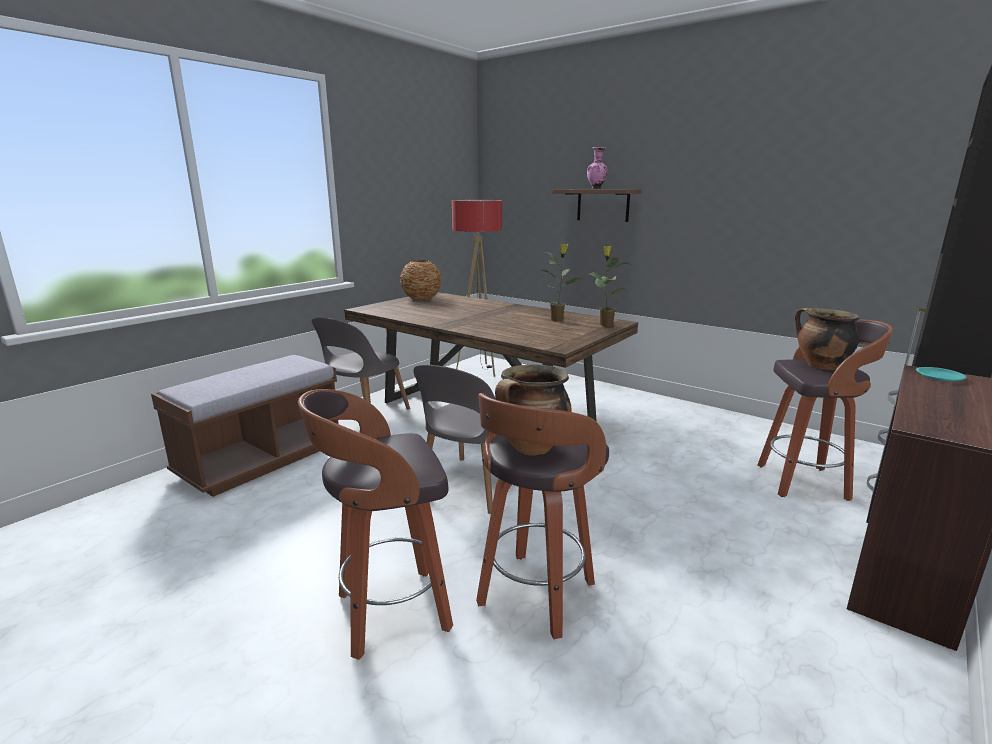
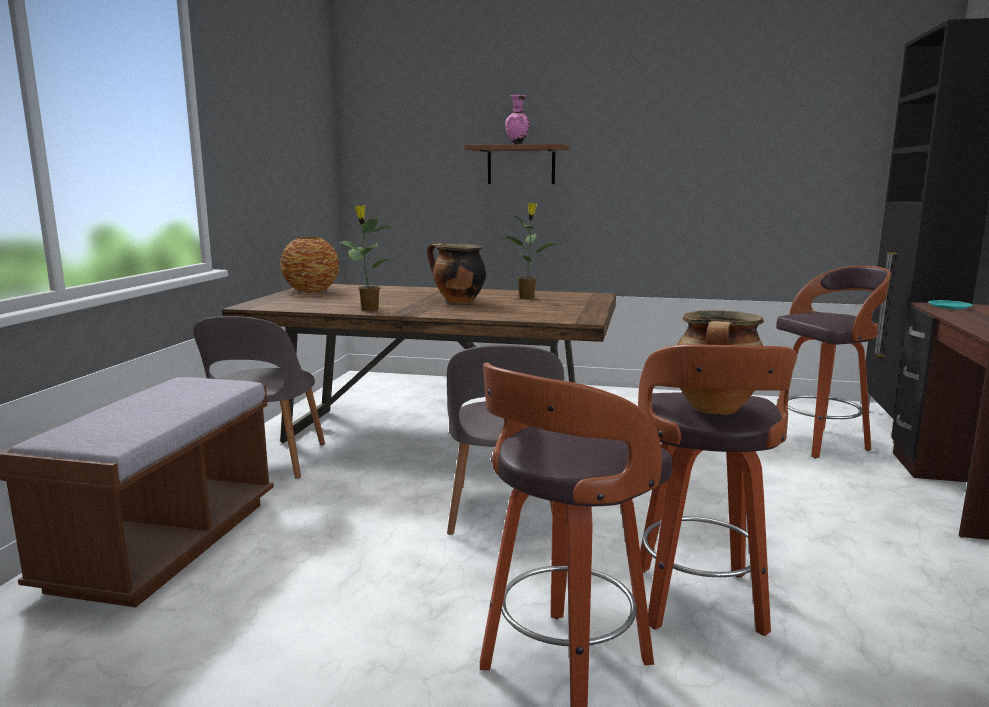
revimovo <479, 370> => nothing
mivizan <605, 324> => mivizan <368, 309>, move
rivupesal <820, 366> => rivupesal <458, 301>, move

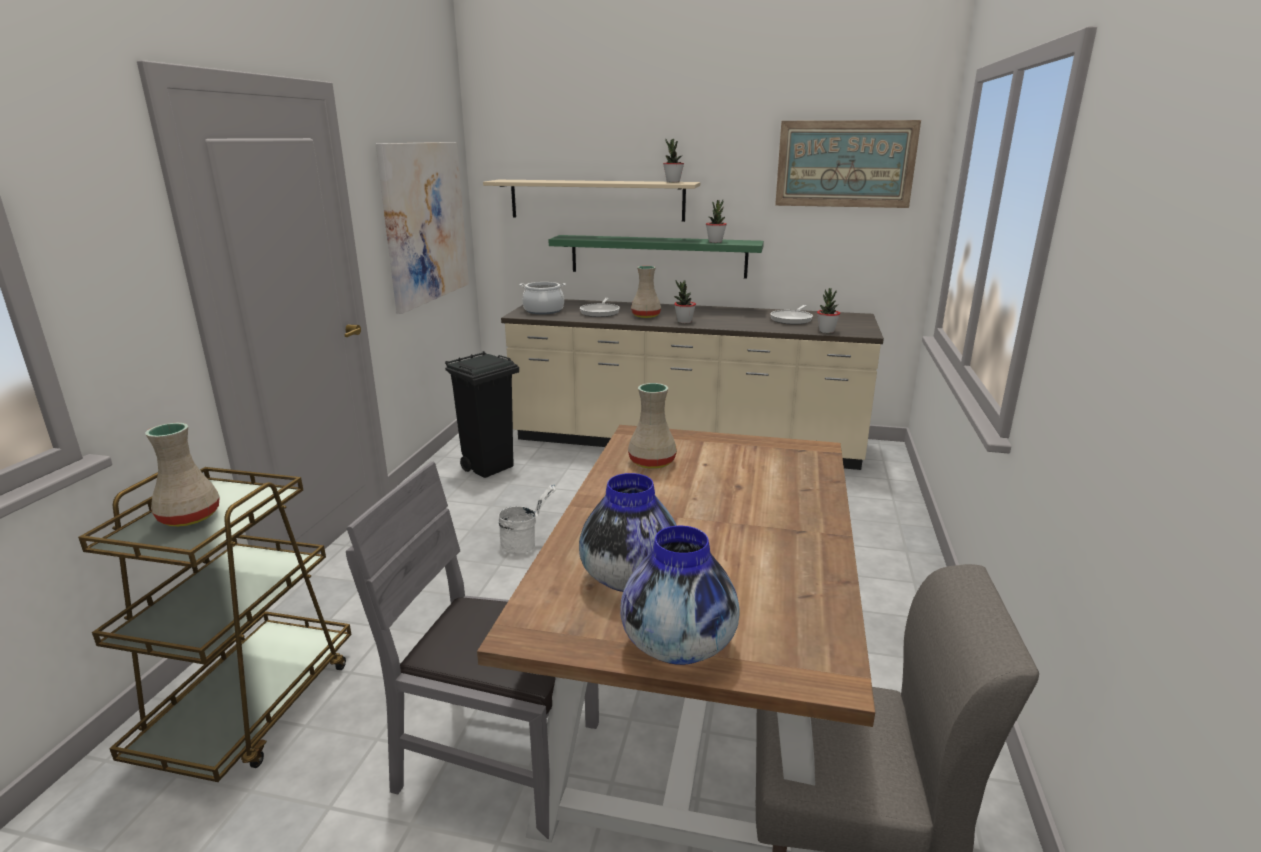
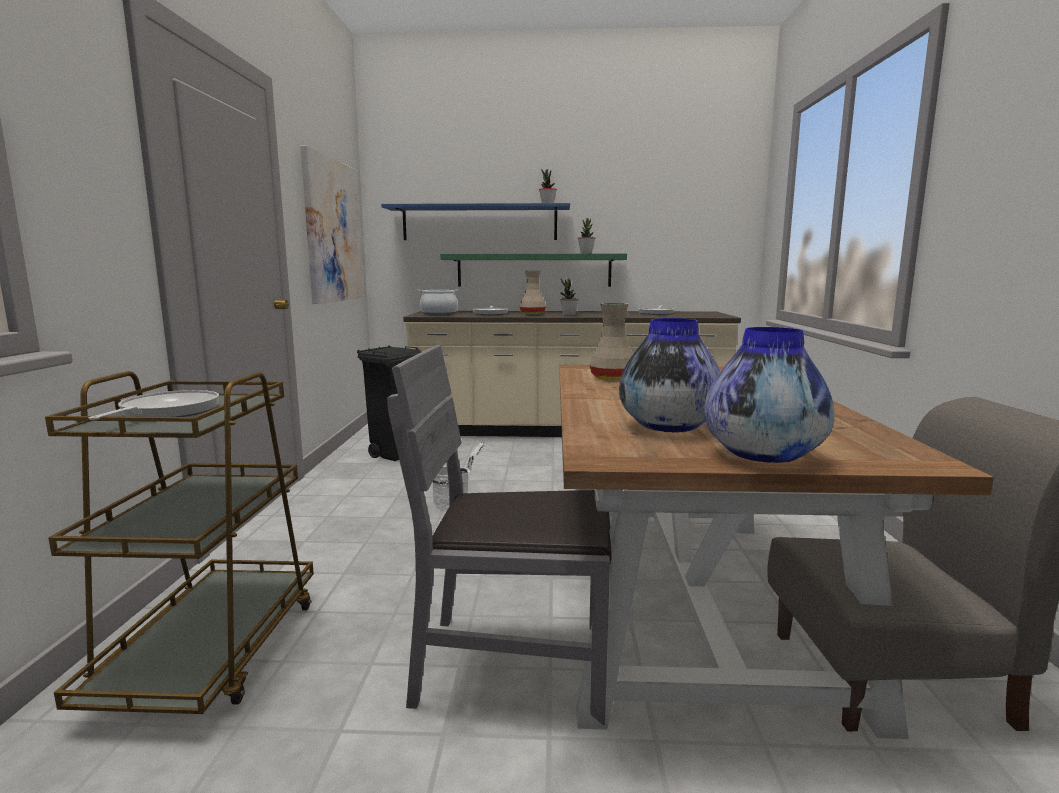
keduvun <845, 164> => nothing
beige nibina <596, 200> => blue nibina <479, 223>
mivizan <826, 331> => nothing
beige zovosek <188, 517> => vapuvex <166, 412>

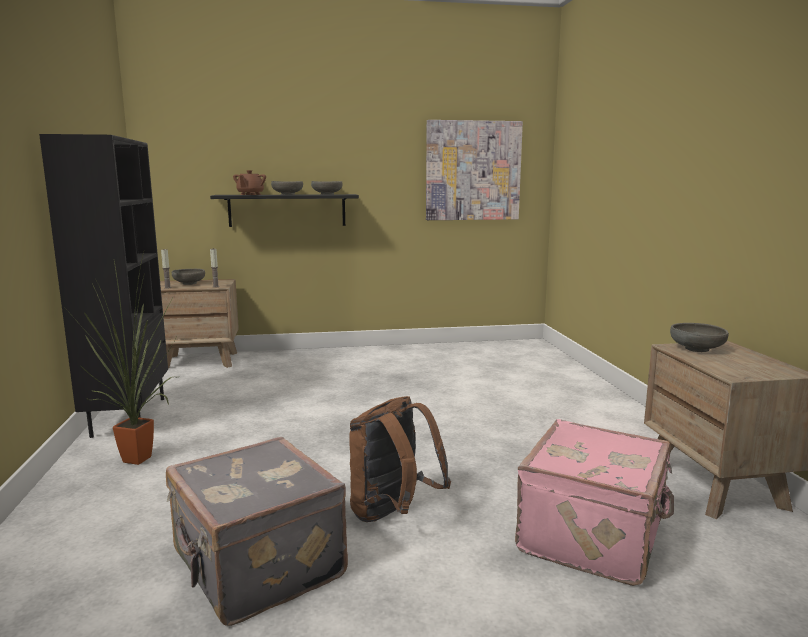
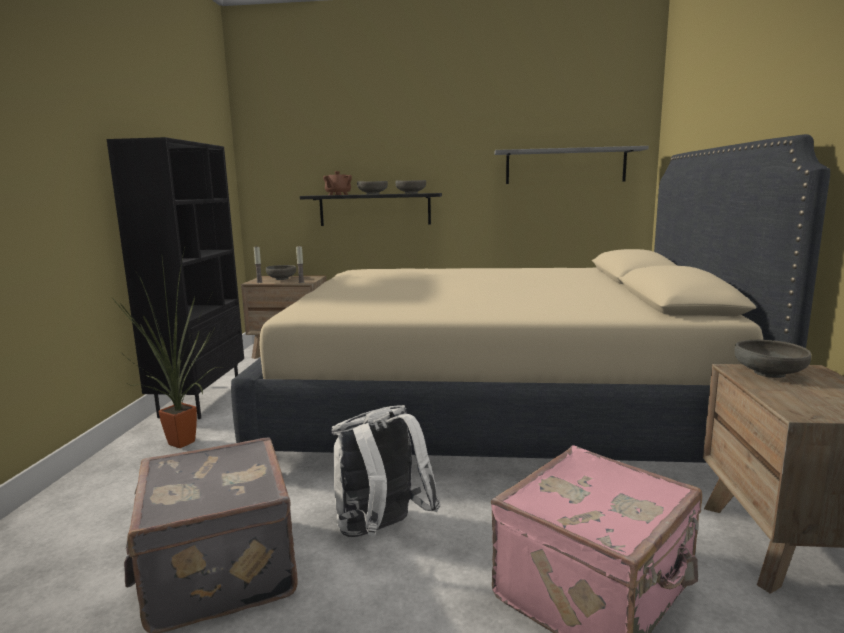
keduvun <473, 171> => grey nibina <565, 166>
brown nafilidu <392, 514> => white nafilidu <381, 531>
nothing => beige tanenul <497, 412>

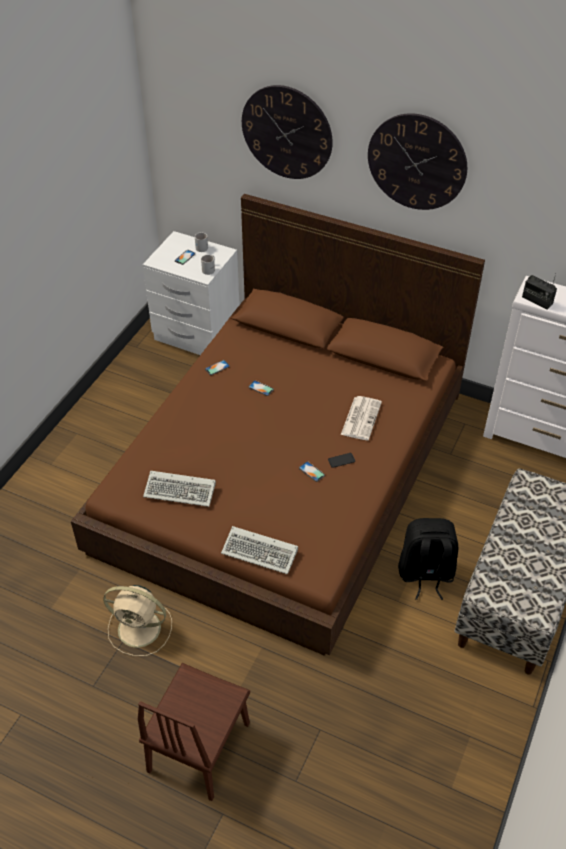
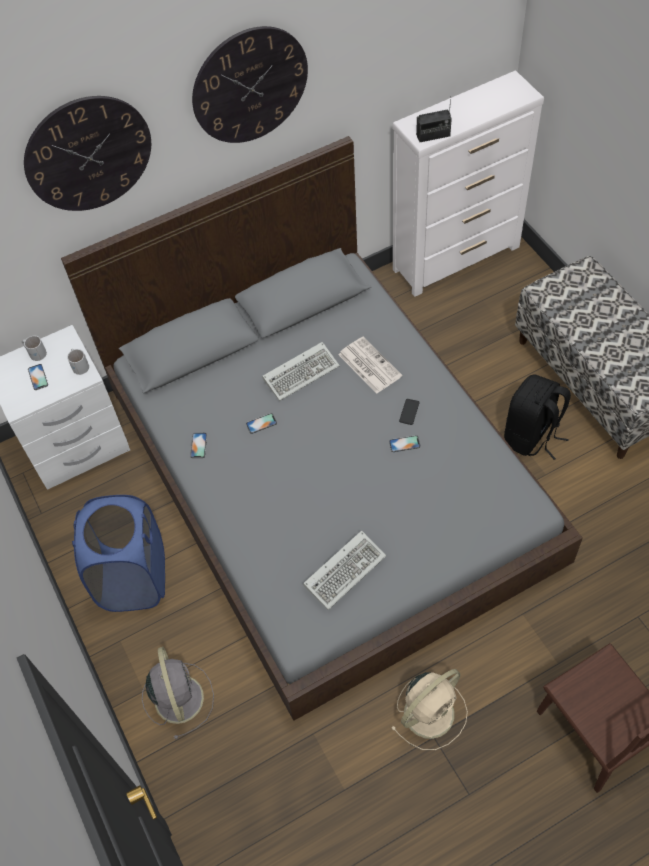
brown tanenul <284, 469> => grey tanenul <328, 473>
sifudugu <261, 552> => sifudugu <302, 372>, move
nothing => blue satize <133, 578>
nothing => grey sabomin <178, 697>

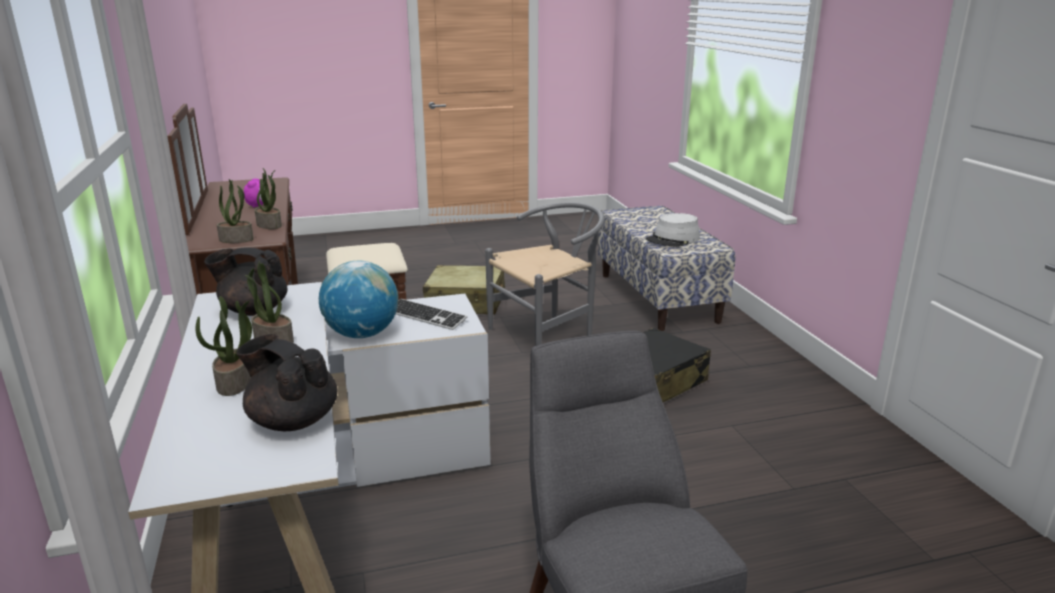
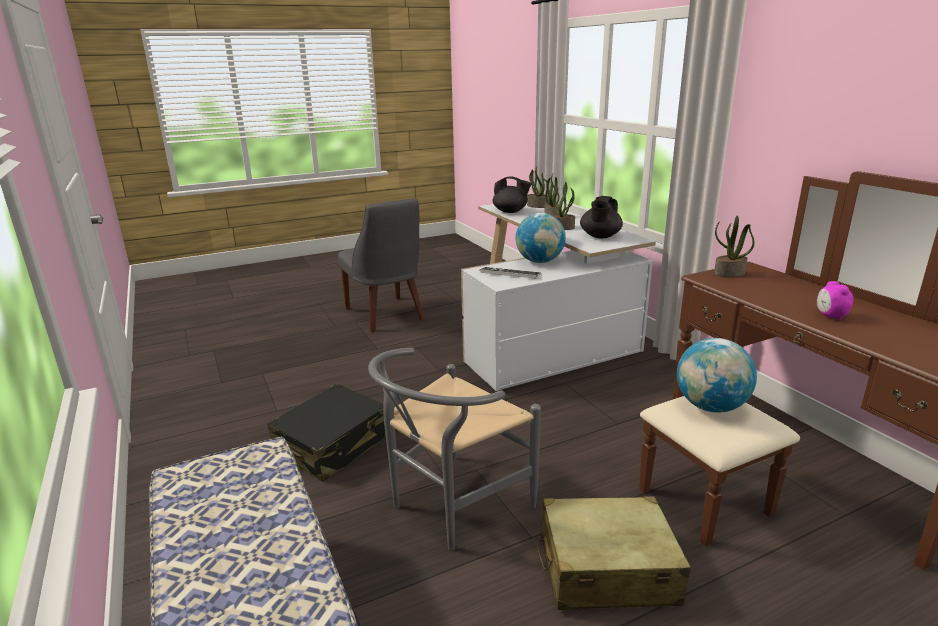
mivizan <270, 225> => mivizan <536, 206>, move
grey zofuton <673, 239> => nothing
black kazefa <253, 310> => black kazefa <600, 236>, 120 degrees clockwise
nothing => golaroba <710, 407>

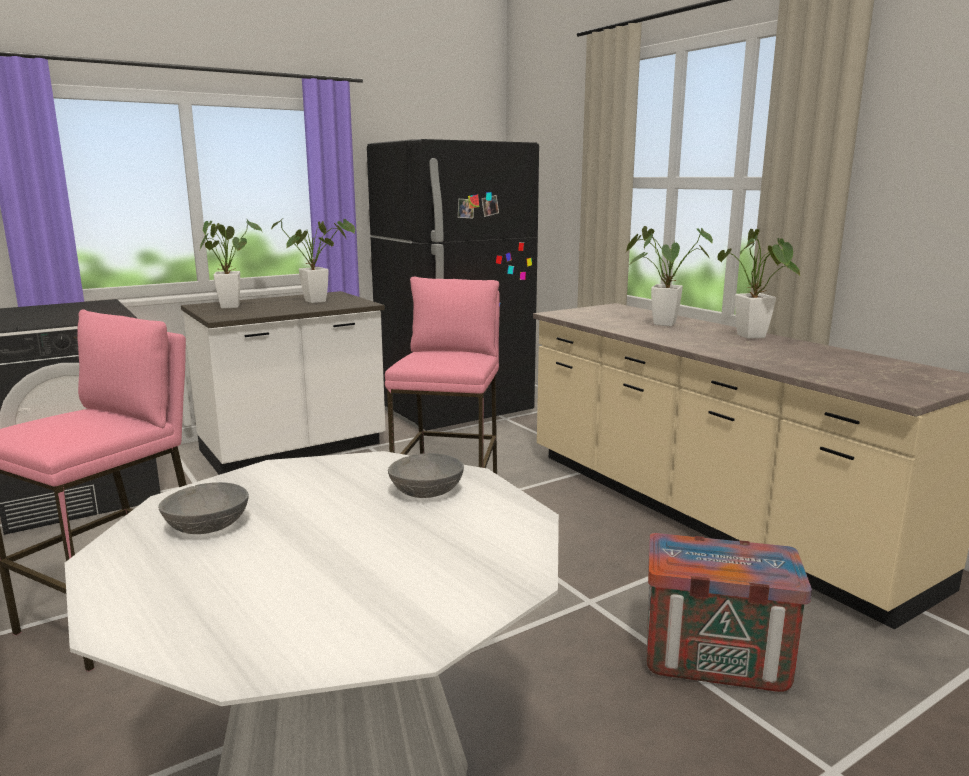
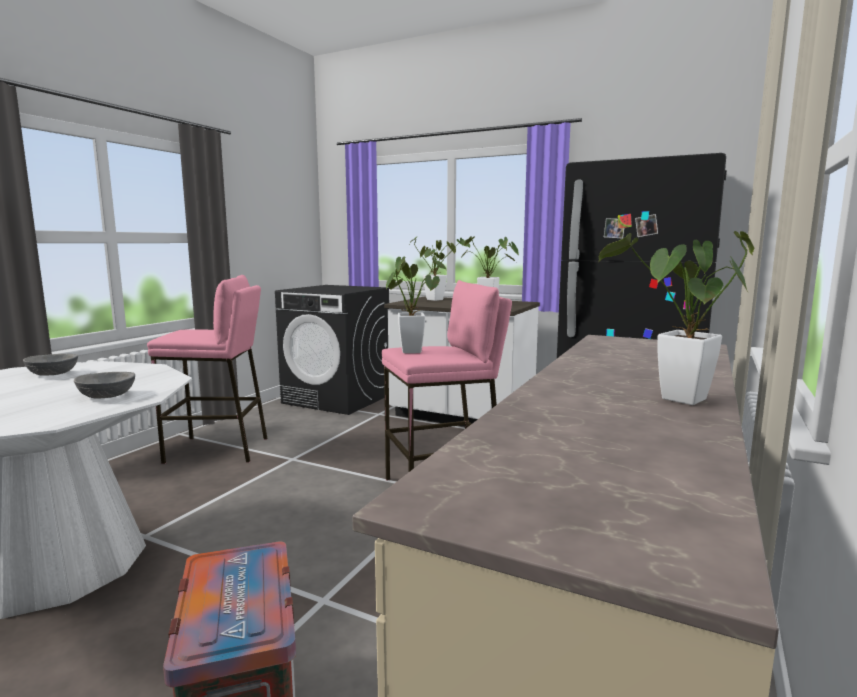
mivizan <658, 323> => mivizan <411, 350>, move

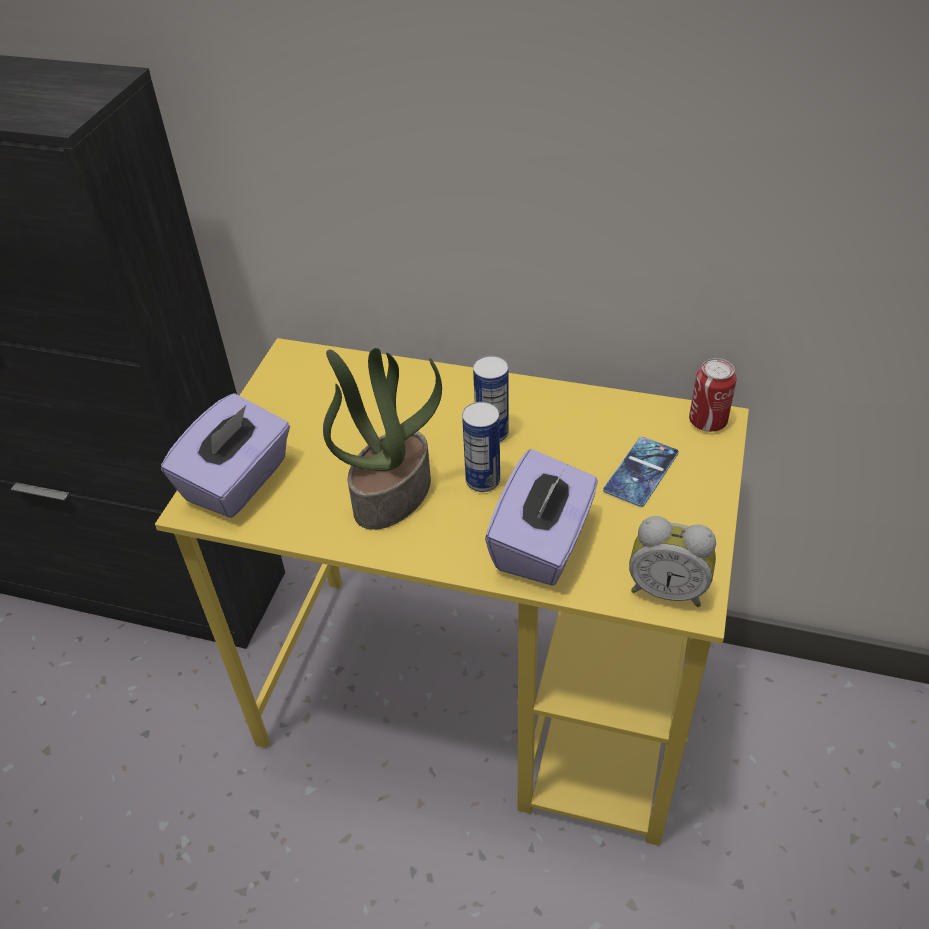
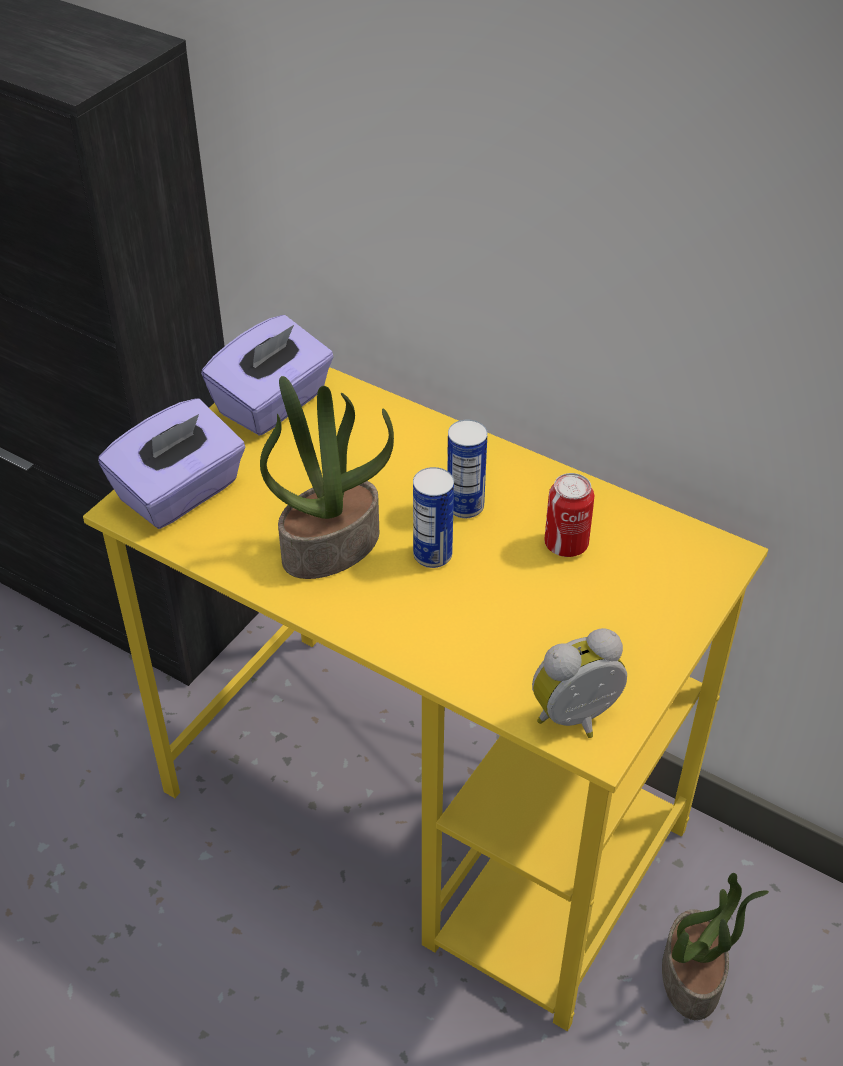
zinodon <707, 421> => zinodon <566, 544>, move
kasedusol <641, 472> => nothing
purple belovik <543, 544> => purple belovik <273, 404>, move
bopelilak <667, 589> => bopelilak <578, 720>, 120 degrees clockwise
nothing => mivizan <693, 976>

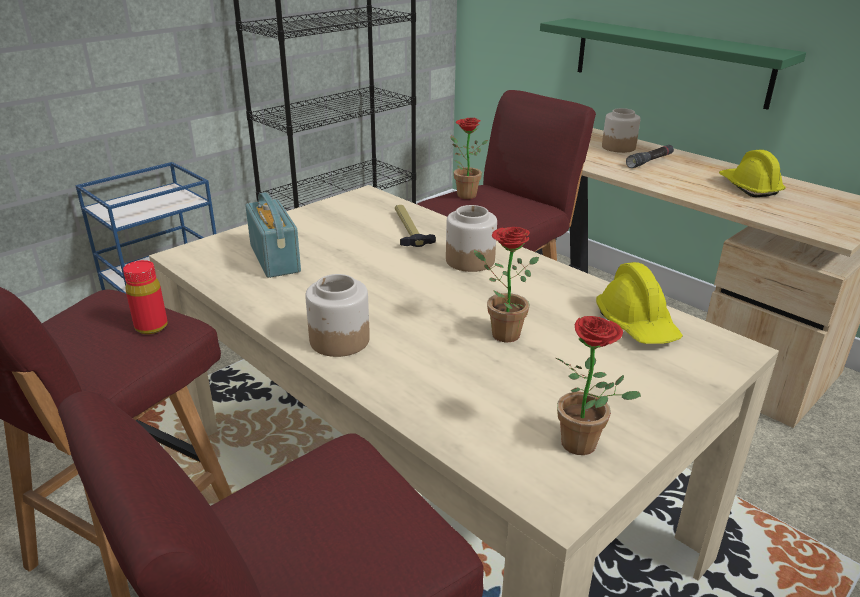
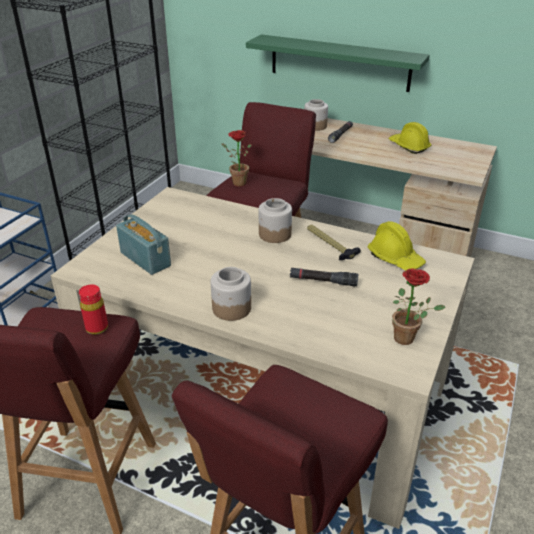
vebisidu <408, 230> => vebisidu <329, 245>, move
mivizan <499, 333> => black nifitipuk <323, 281>

